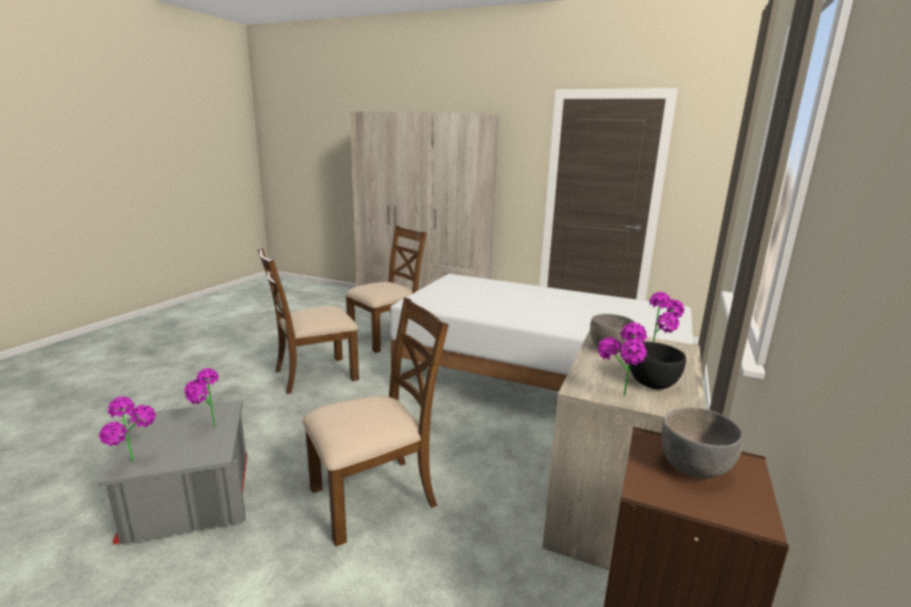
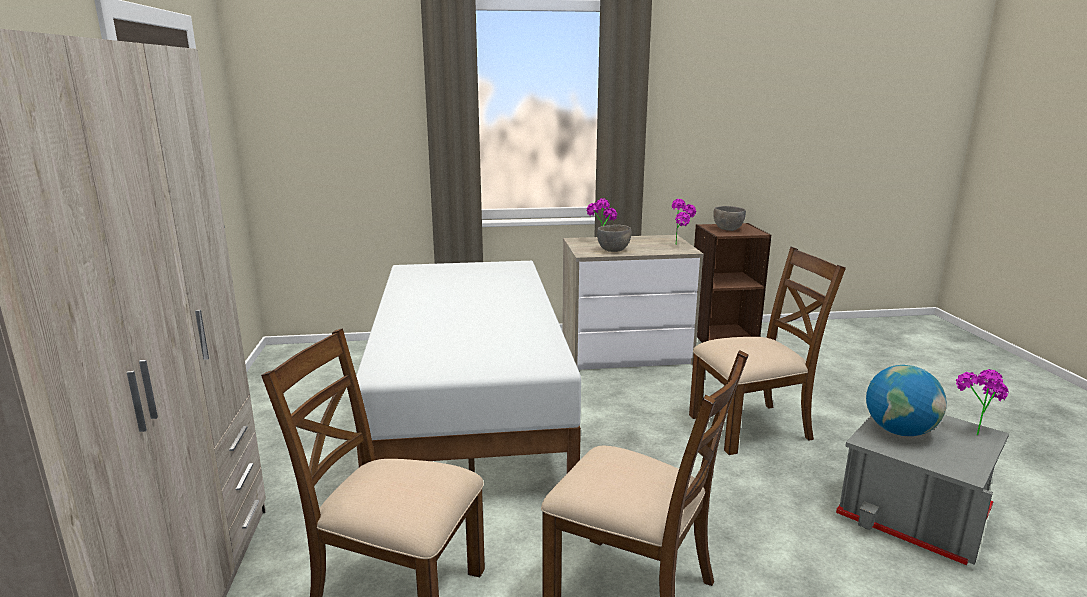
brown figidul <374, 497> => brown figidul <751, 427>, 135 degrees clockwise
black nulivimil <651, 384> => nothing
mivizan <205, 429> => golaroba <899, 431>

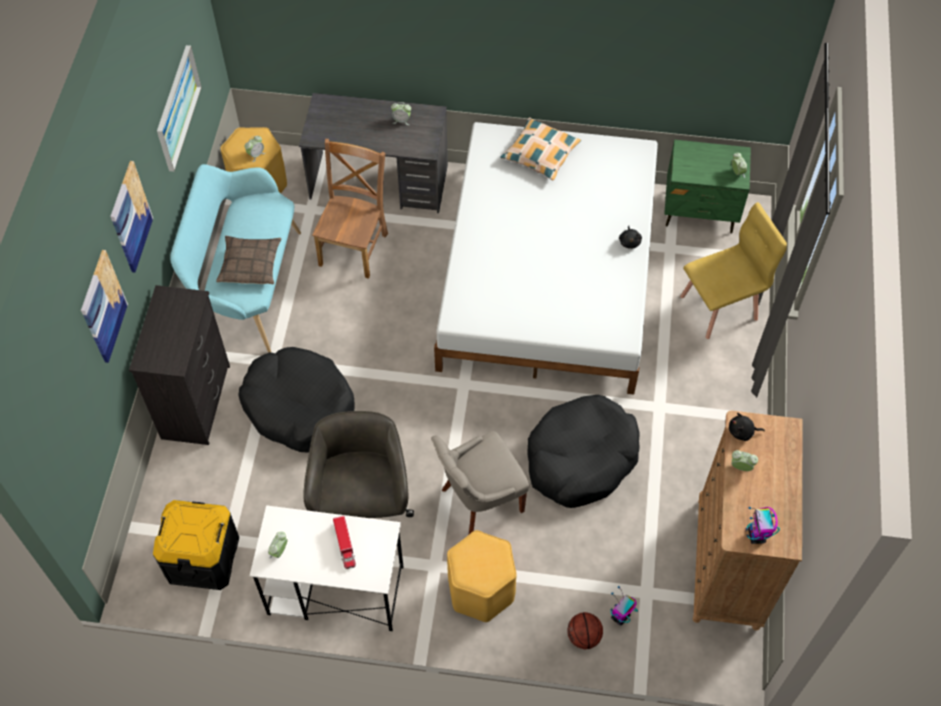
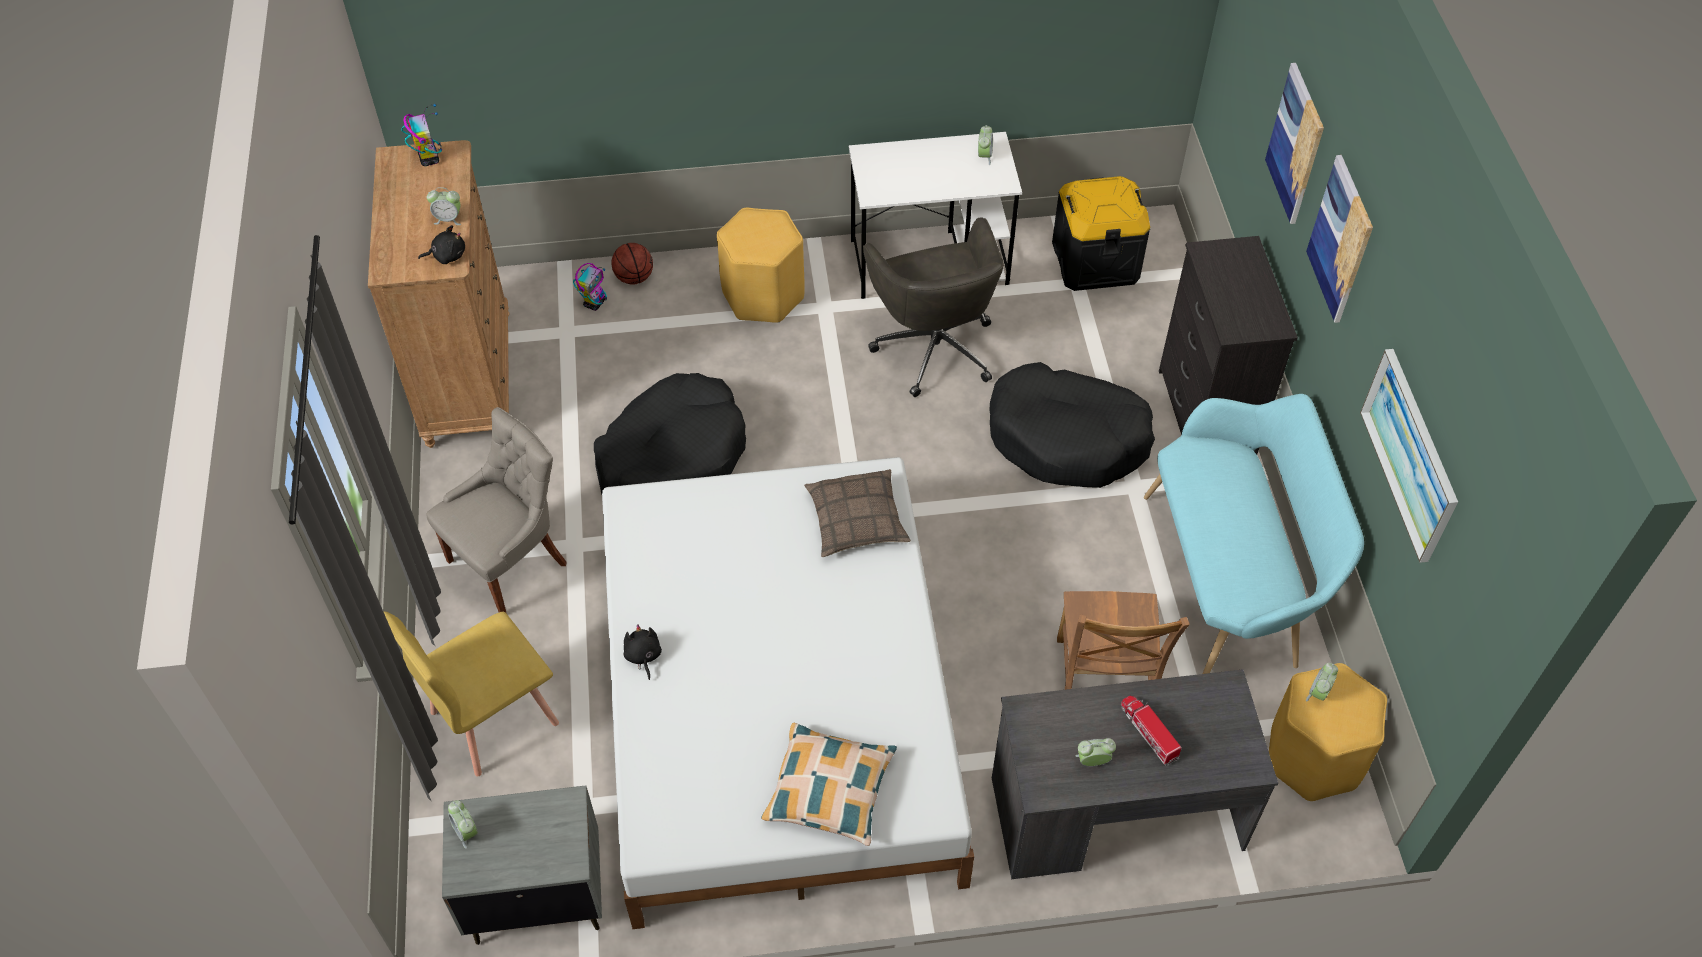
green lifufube <700, 211> => grey lifufube <536, 895>
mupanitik <250, 264> => mupanitik <856, 520>, move
grey figidul <479, 500> => grey figidul <511, 562>, move
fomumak <345, 544> => fomumak <1148, 732>, move

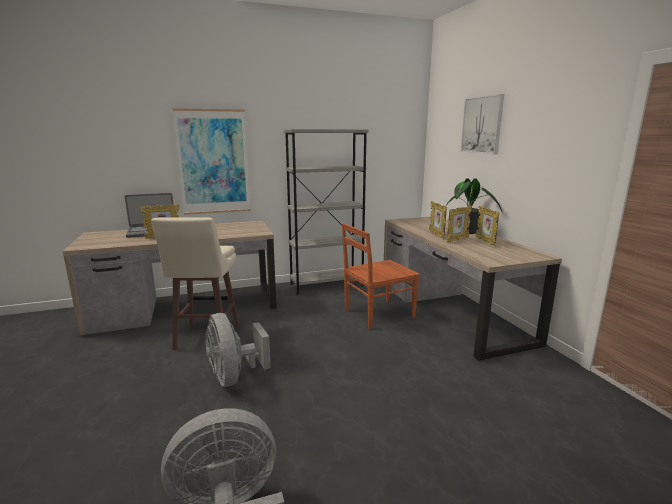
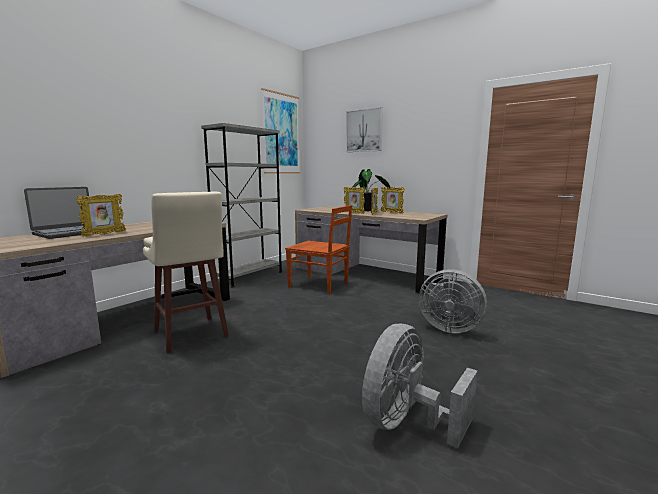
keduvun <213, 162> => keduvun <281, 134>, move
brown figidul <377, 313> => brown figidul <319, 285>, 90 degrees counterclockwise
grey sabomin <234, 376> => grey sabomin <448, 328>, move

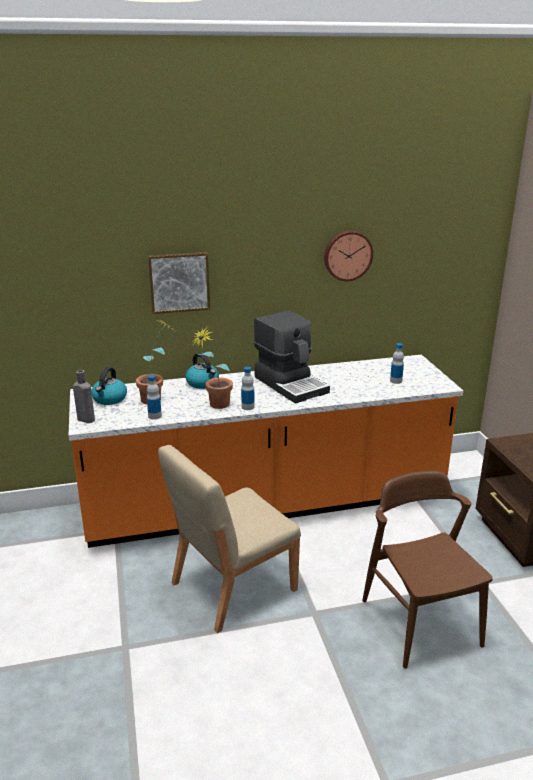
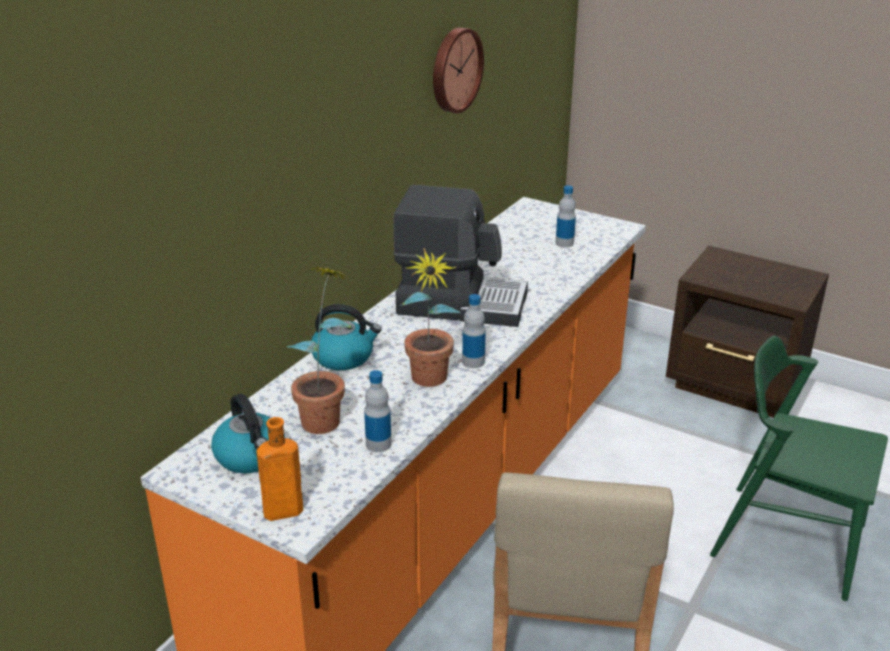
keduvun <179, 282> => nothing
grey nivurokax <85, 419> => orange nivurokax <280, 512>
brown figidul <420, 622> => green figidul <787, 540>

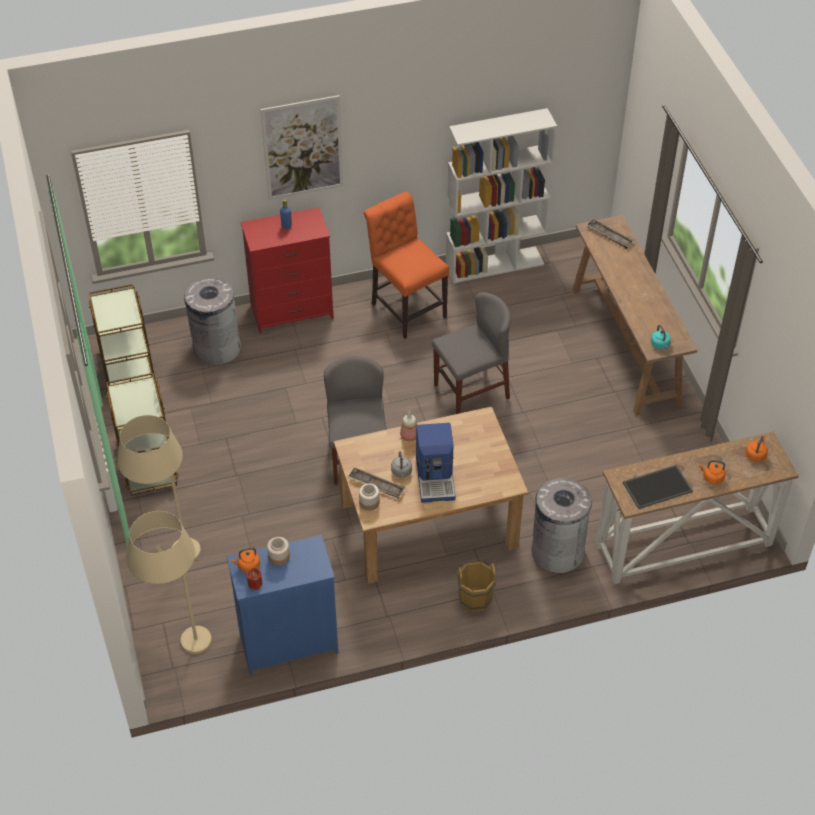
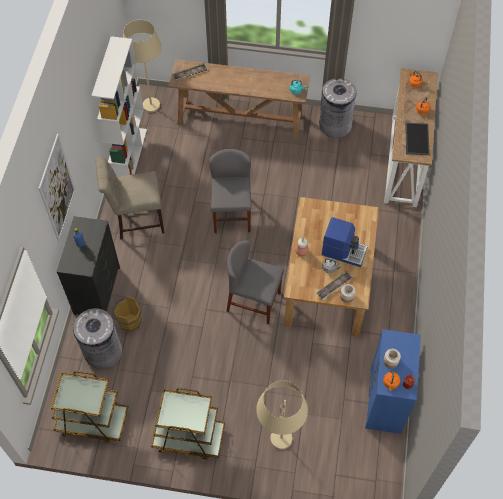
orange figidul <406, 307> => beige figidul <136, 220>
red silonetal <292, 312> => black silonetal <97, 290>
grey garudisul <557, 551> => grey garudisul <335, 125>, move
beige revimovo <180, 648> => beige revimovo <151, 113>, move
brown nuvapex <474, 596> => brown nuvapex <128, 322>, move

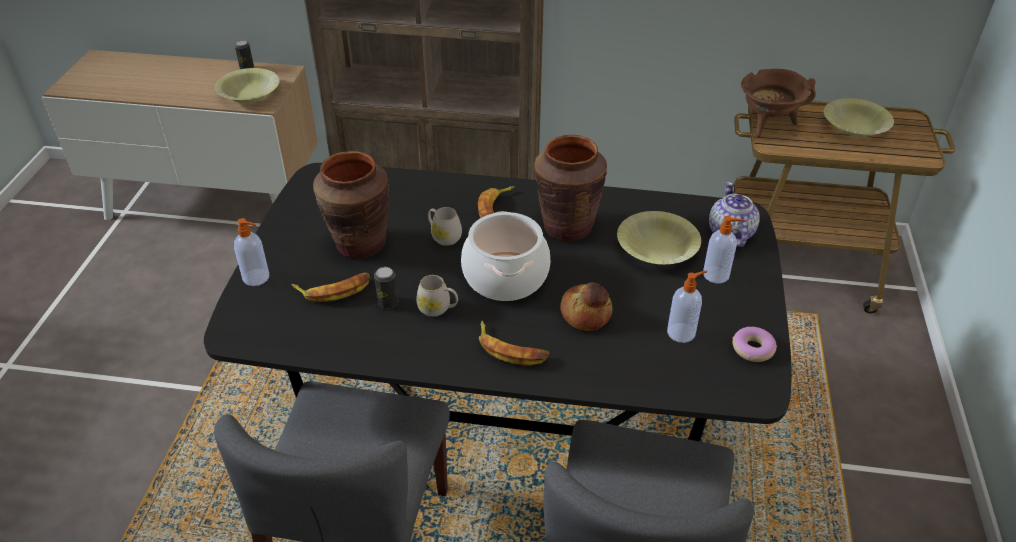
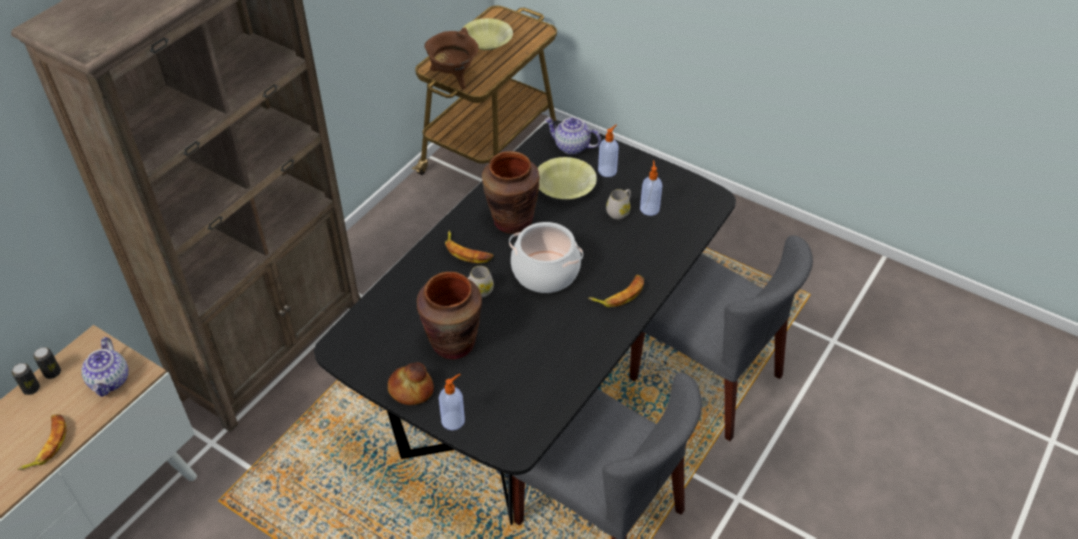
yellow nulivimil <250, 94> => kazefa <110, 381>
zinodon <388, 302> => zinodon <31, 388>, move
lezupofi <334, 290> => lezupofi <47, 444>, move
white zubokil <438, 308> => white zubokil <619, 211>, move
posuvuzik <586, 313> => posuvuzik <411, 389>, move
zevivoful <753, 349> => nothing

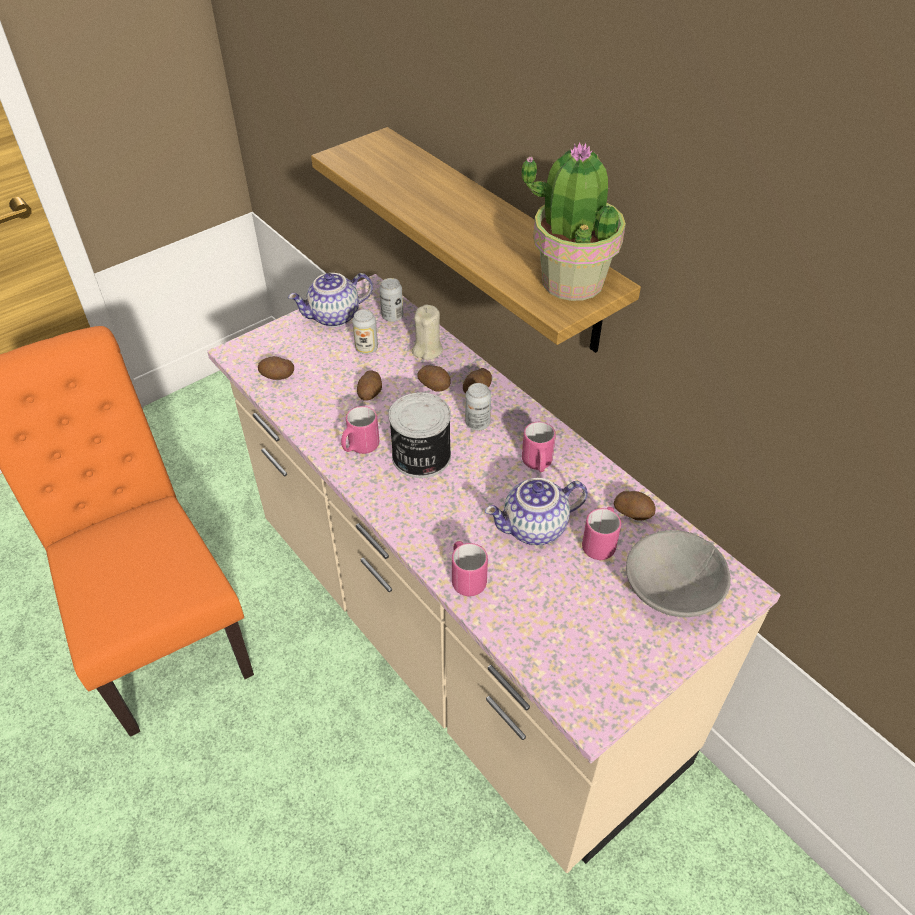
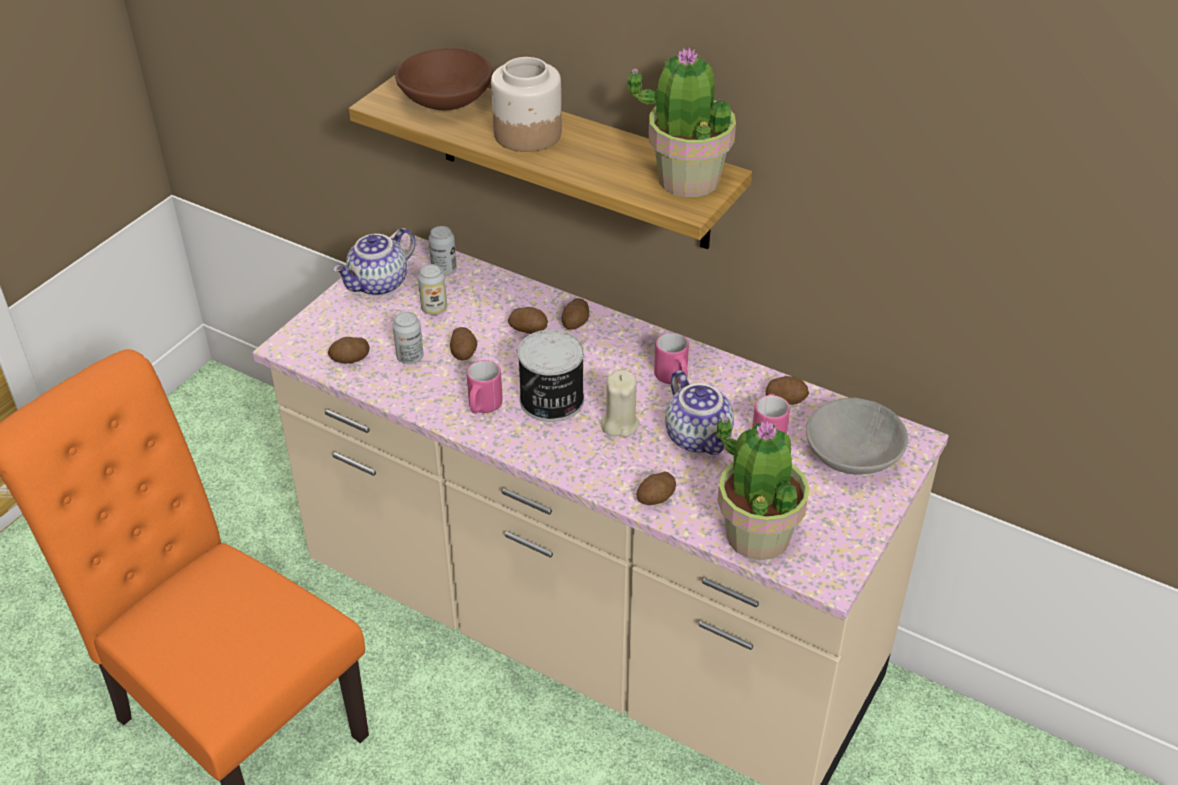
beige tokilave <427, 350> => beige tokilave <619, 424>, move
zinodon <477, 423> => zinodon <410, 357>, move
kazefa <534, 529> => kazefa <700, 438>, 75 degrees counterclockwise
pink zubokil <466, 578> => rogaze <656, 498>
nothing => brown nulivimil <446, 101>
nothing => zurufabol <526, 134>
nothing => mivizan <757, 535>

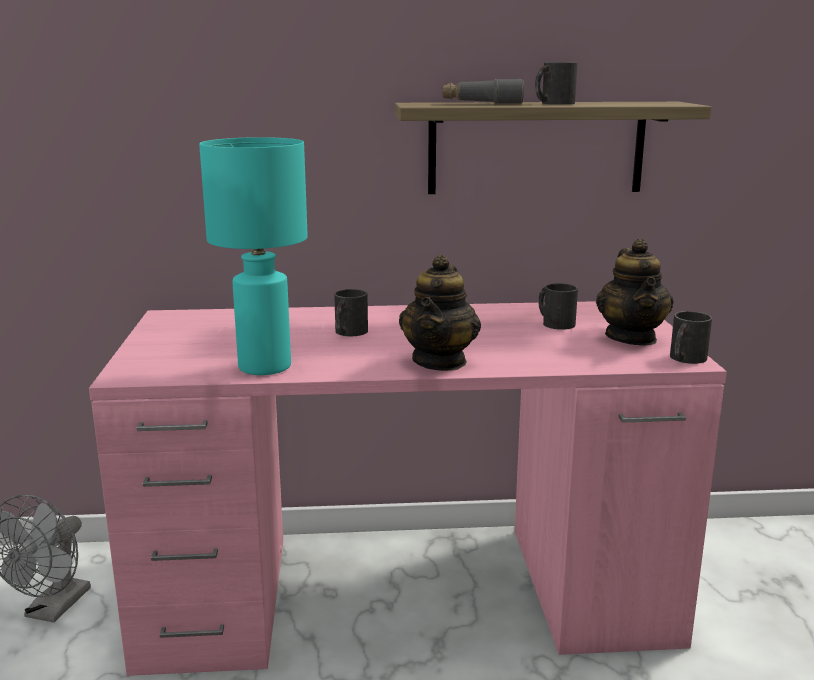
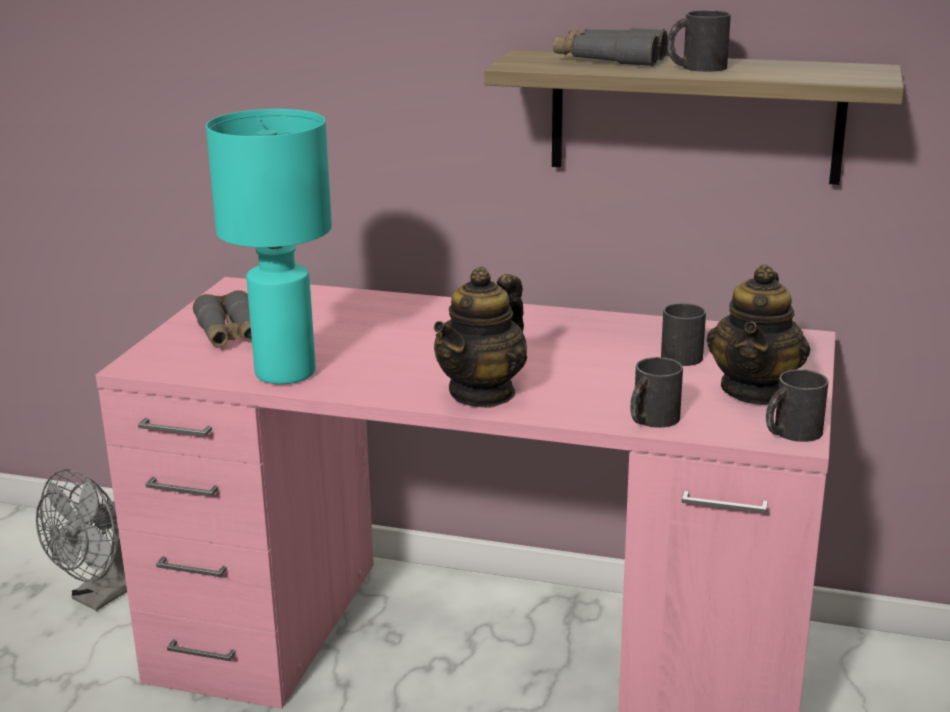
black zubokil <348, 333> => black zubokil <650, 420>, move
nothing => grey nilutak <230, 334>

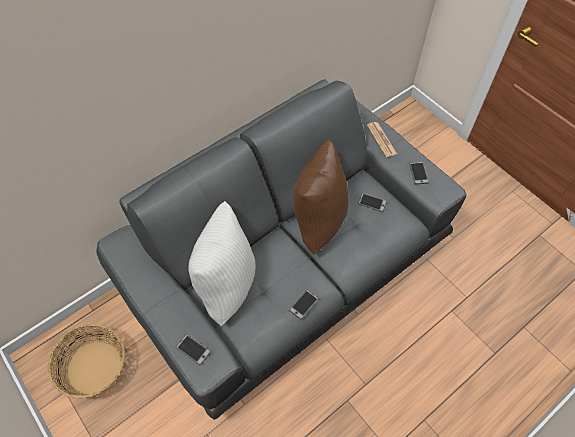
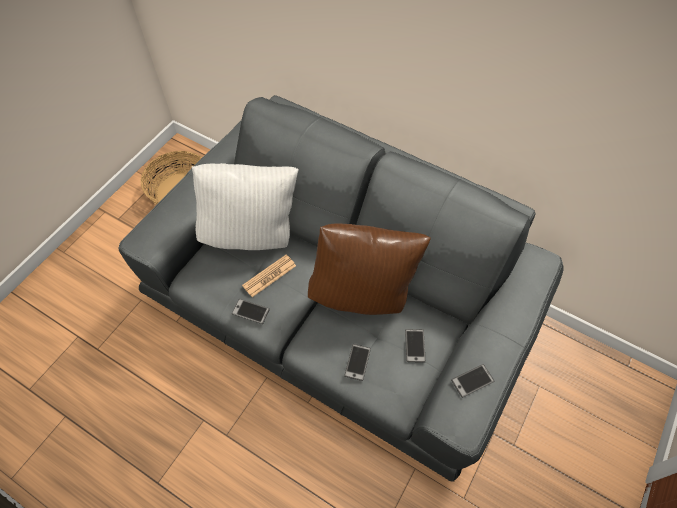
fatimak <381, 139> => fatimak <269, 276>, move
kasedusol <193, 349> => kasedusol <357, 362>, move

